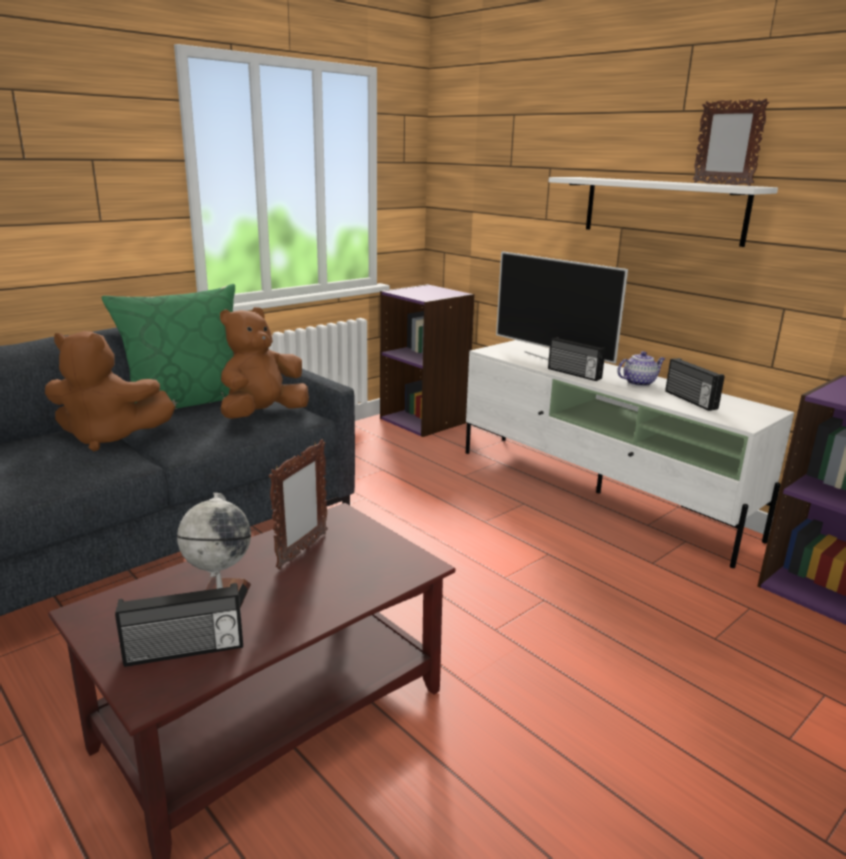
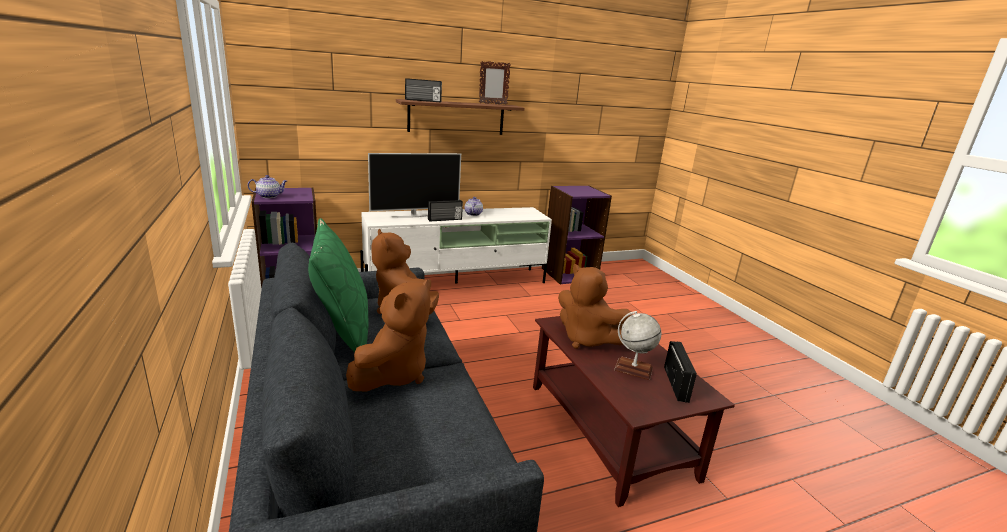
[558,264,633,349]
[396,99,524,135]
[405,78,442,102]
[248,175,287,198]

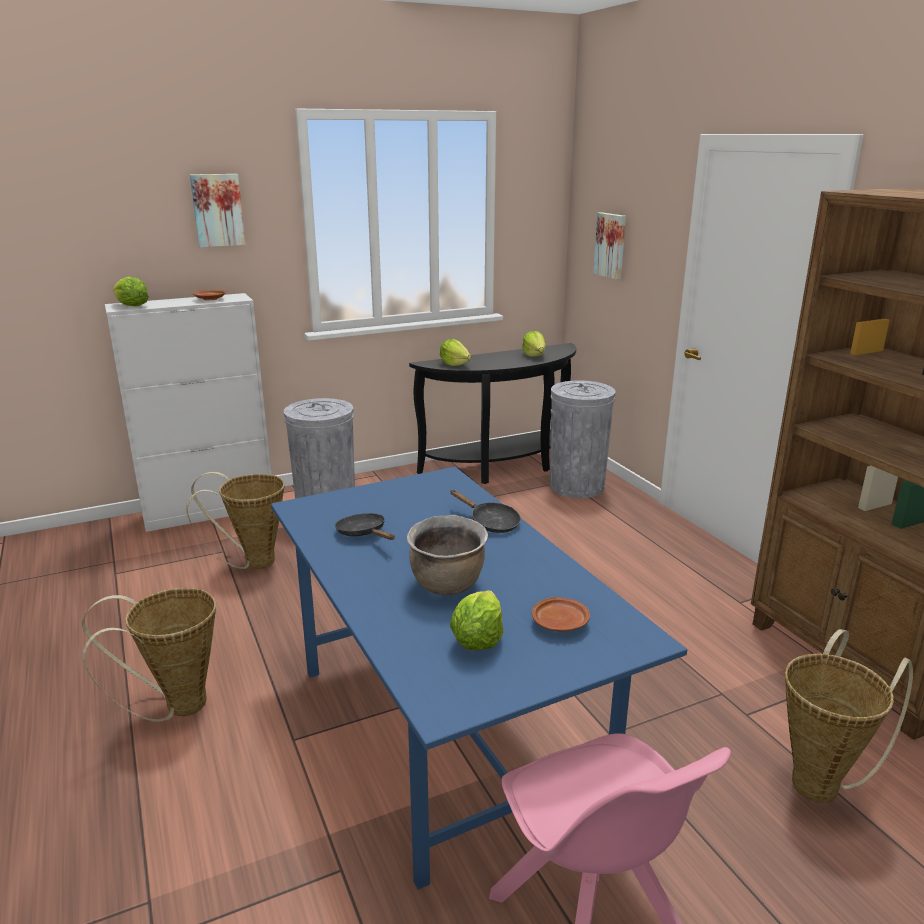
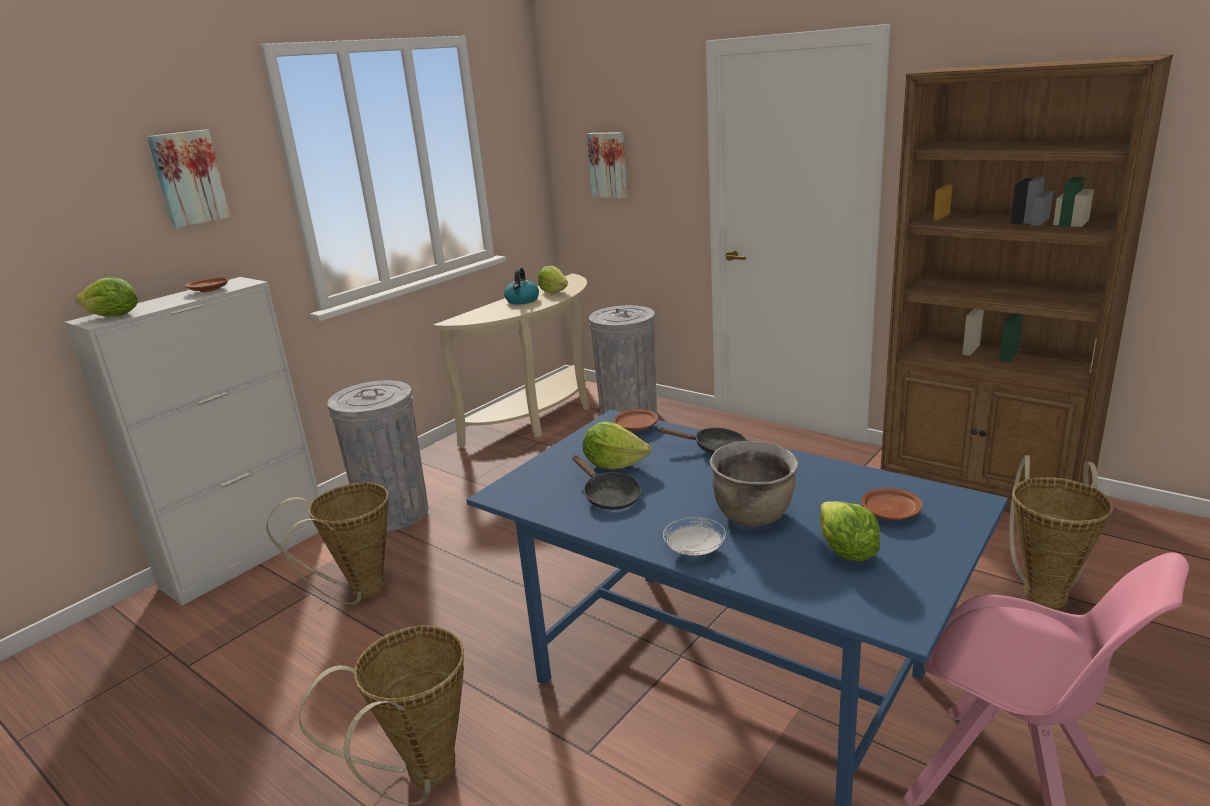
[572,455,641,510]
[433,273,589,448]
[583,421,651,469]
[504,268,539,304]
[613,409,658,431]
[663,517,726,556]

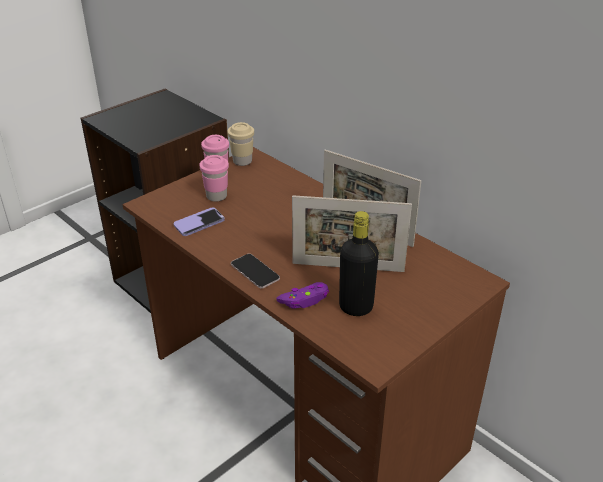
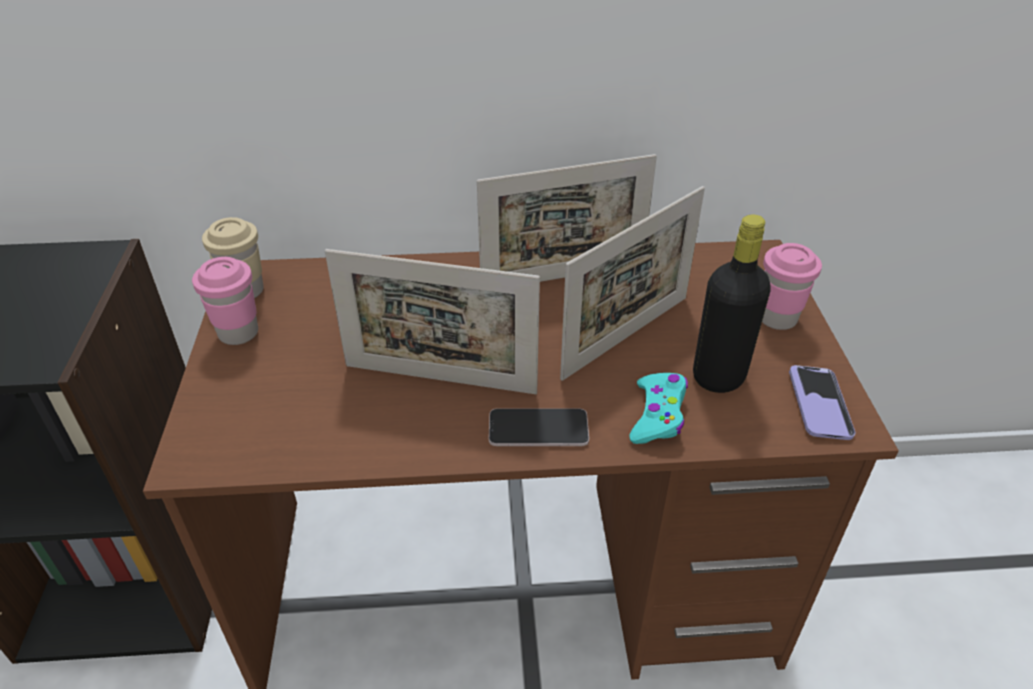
[789,365,855,440]
[762,243,822,330]
[629,373,688,444]
[325,249,540,394]

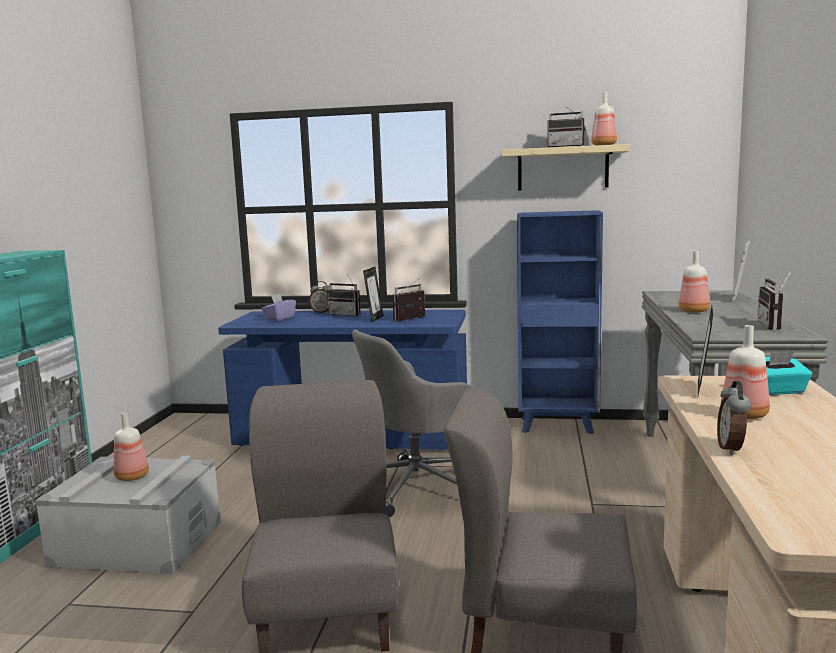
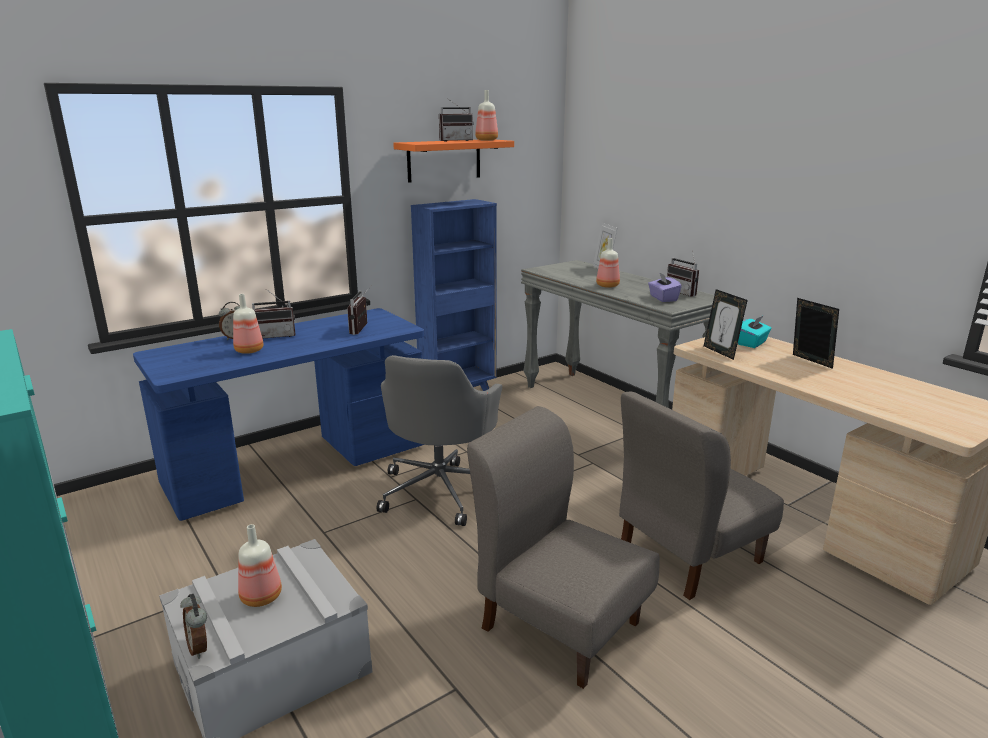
[648,273,682,302]
[793,298,839,369]
[393,140,514,183]
[180,594,207,659]
[233,294,264,354]

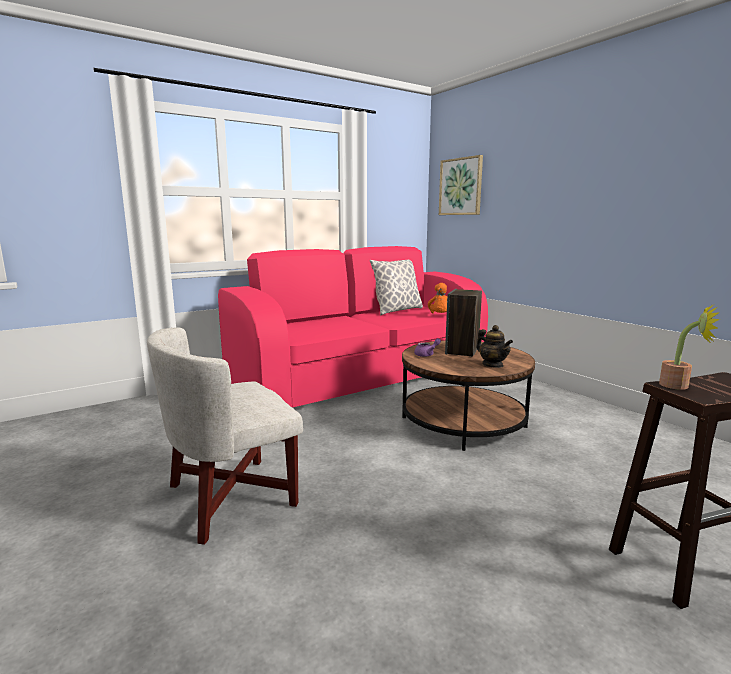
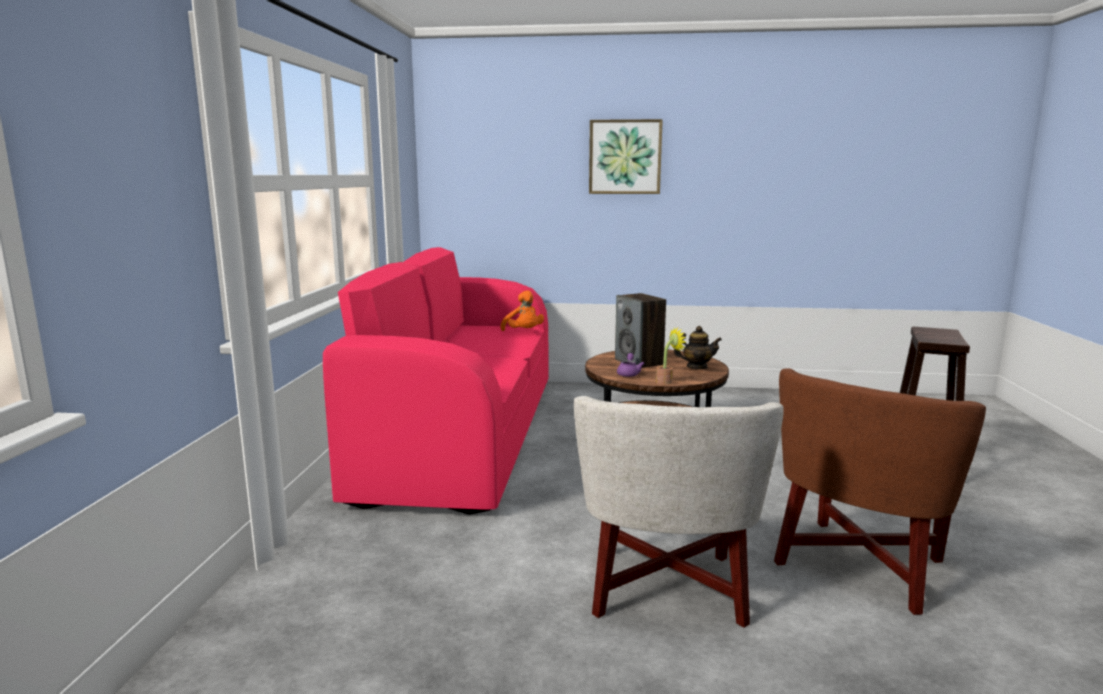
[370,260,423,315] (first image)
[589,119,663,194]
[656,328,685,384]
[774,368,986,615]

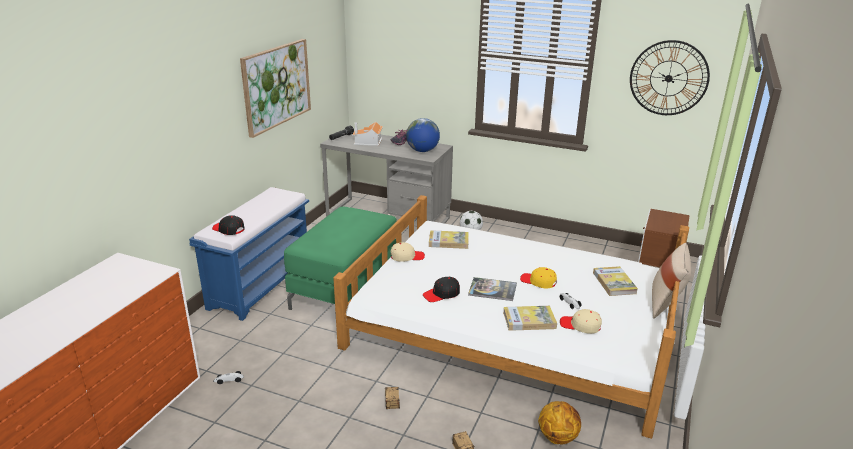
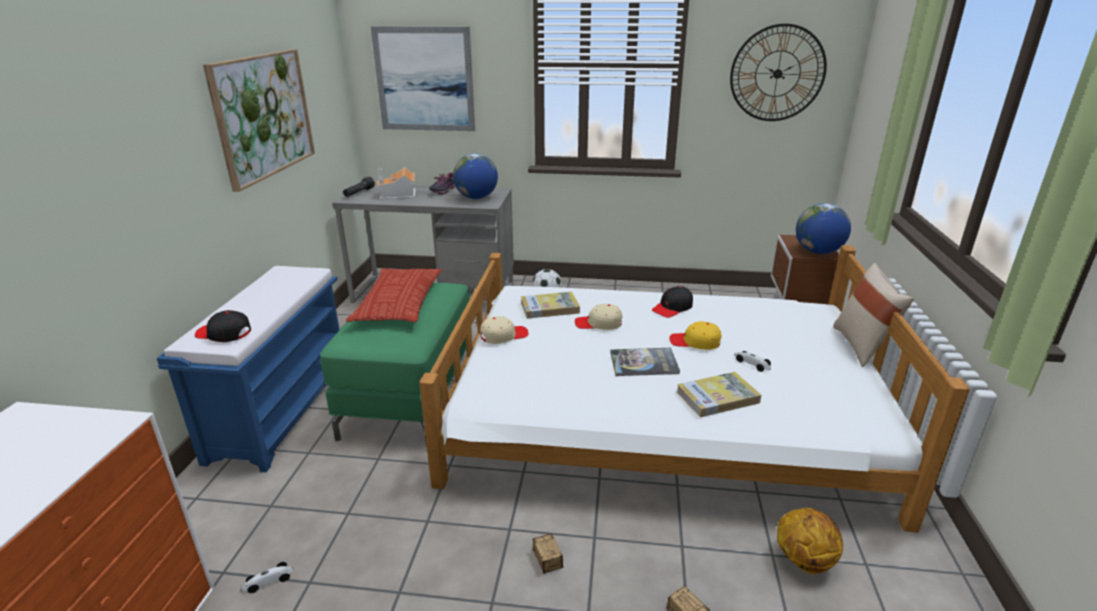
[652,286,693,318]
[575,304,622,330]
[593,266,638,296] (first image)
[346,268,442,322]
[371,26,475,131]
[796,203,851,254]

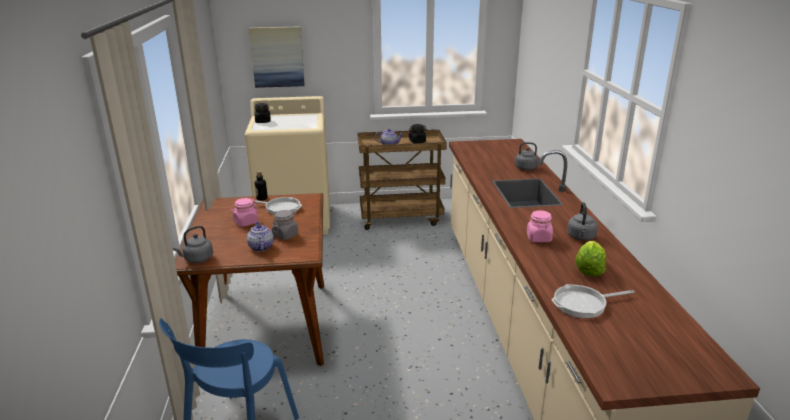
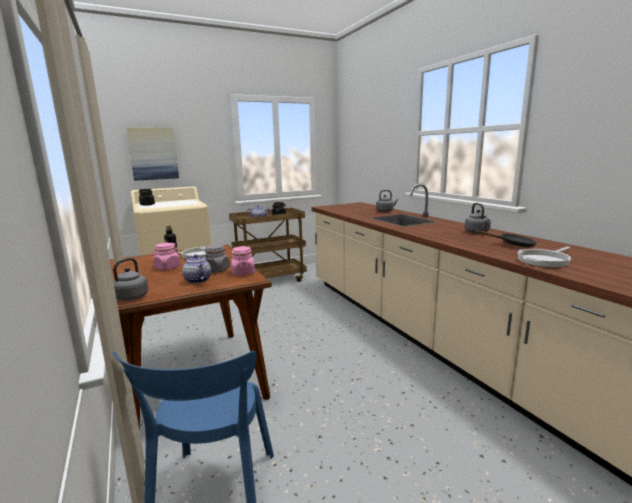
[231,246,255,276]
[476,230,537,247]

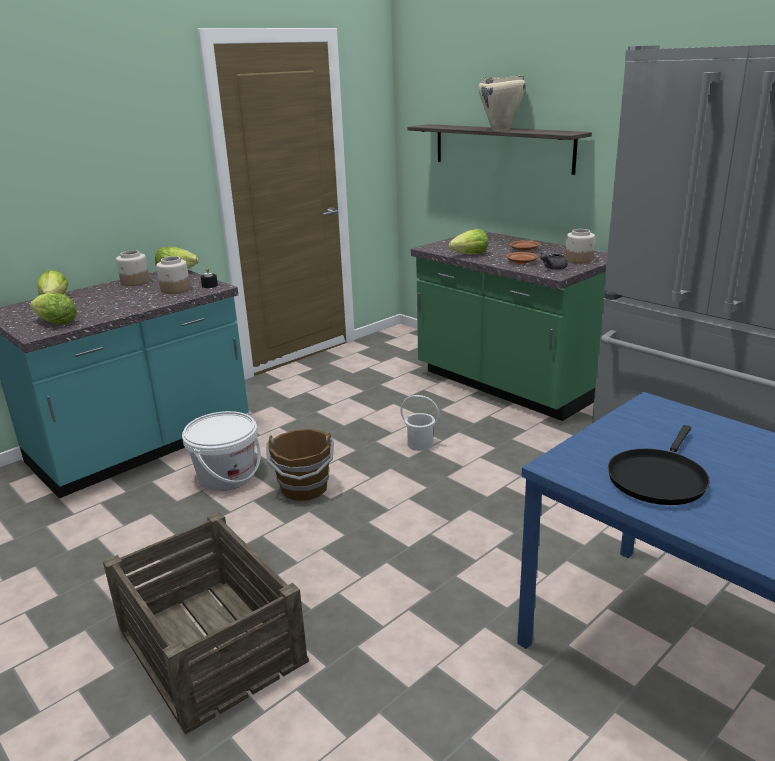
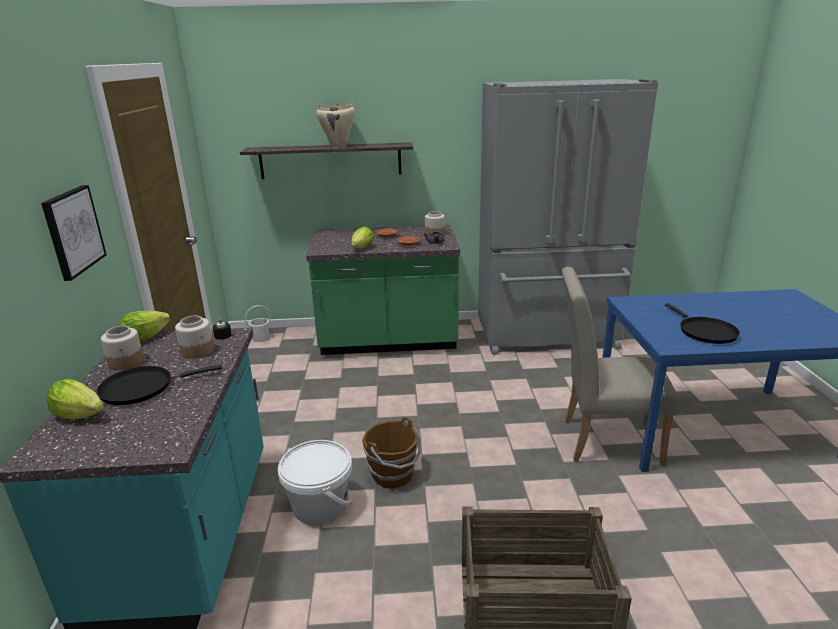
[30,293,77,325] (first image)
[245,305,271,342]
[41,185,107,281]
[96,364,222,405]
[561,267,679,466]

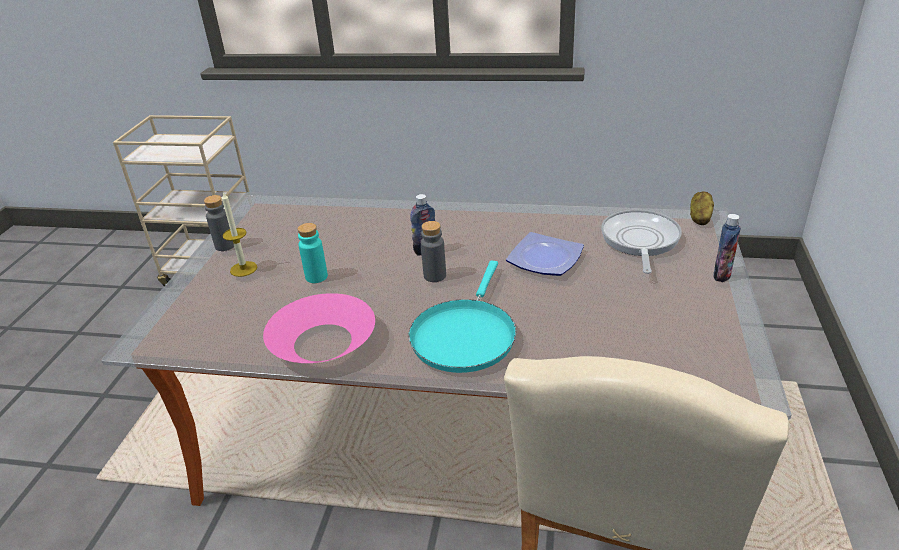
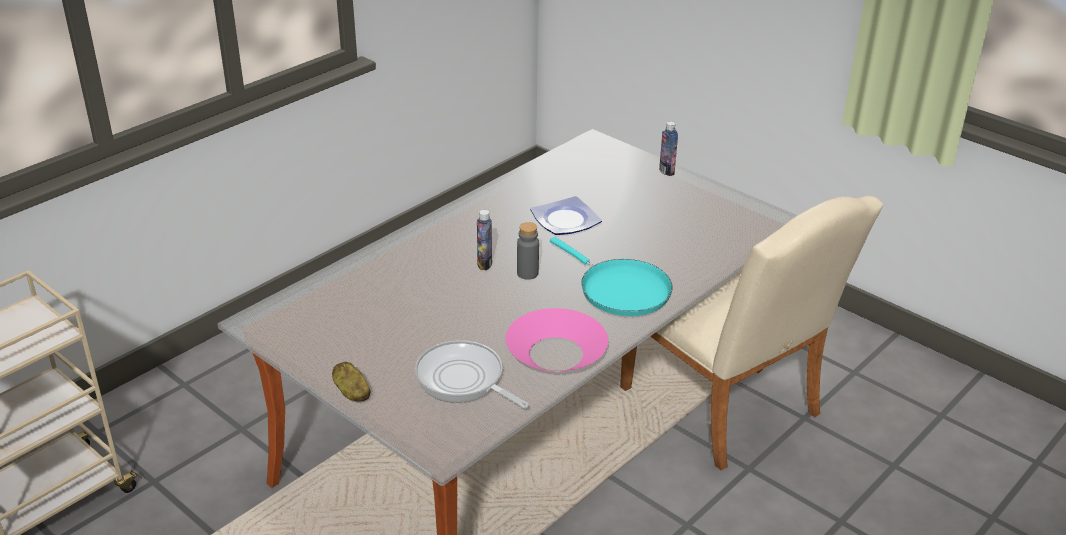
[204,195,234,251] (first image)
[222,192,257,277] (first image)
[297,223,328,283] (first image)
[415,340,529,408]
[332,362,371,402]

